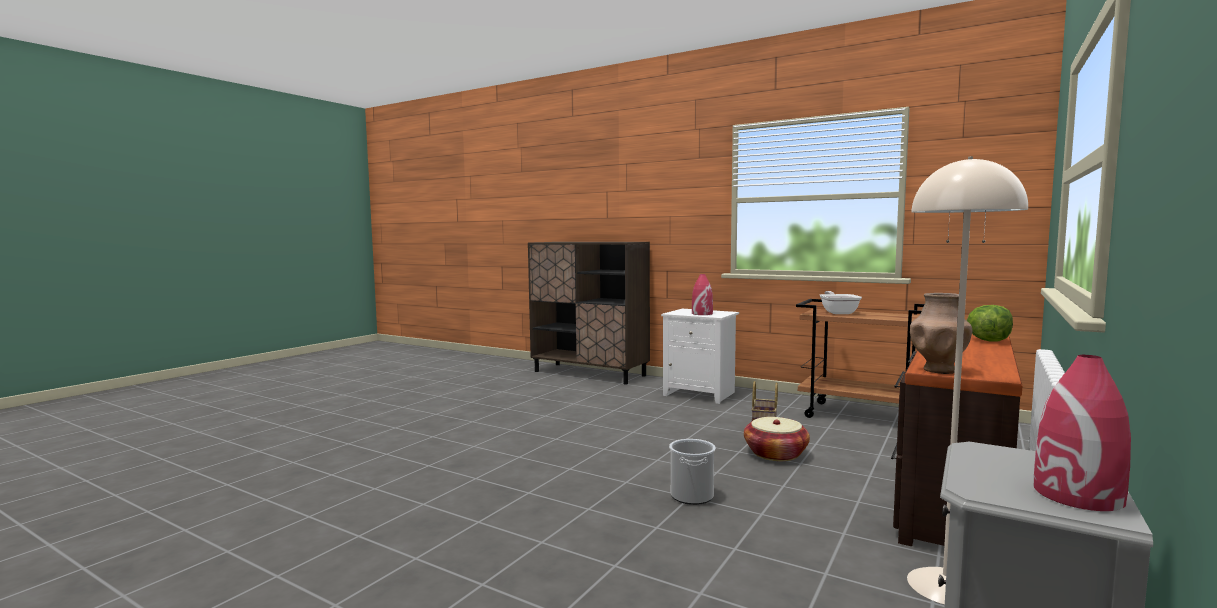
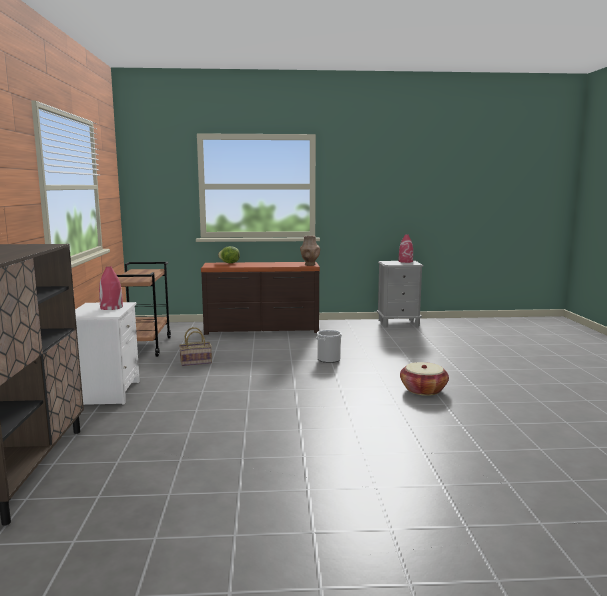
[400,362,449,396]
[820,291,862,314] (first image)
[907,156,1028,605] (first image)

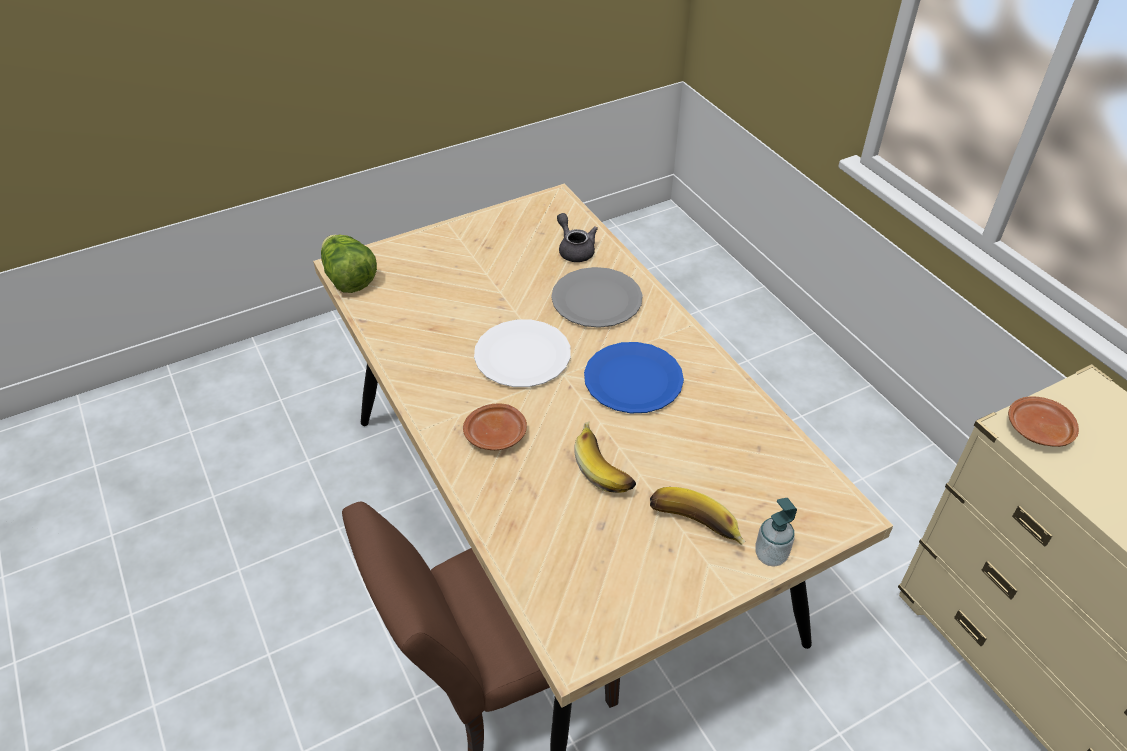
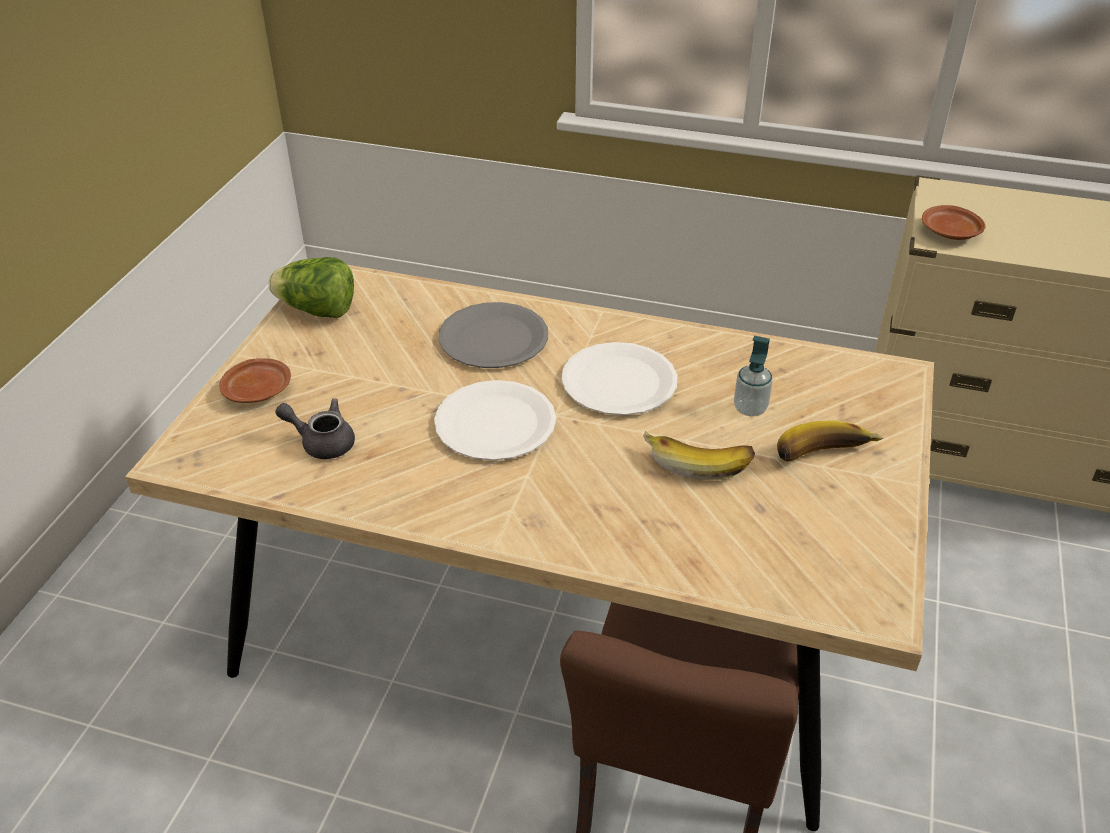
[268,257,354,318]
[219,358,291,403]
[275,398,355,459]
[561,342,677,415]
[734,336,773,417]

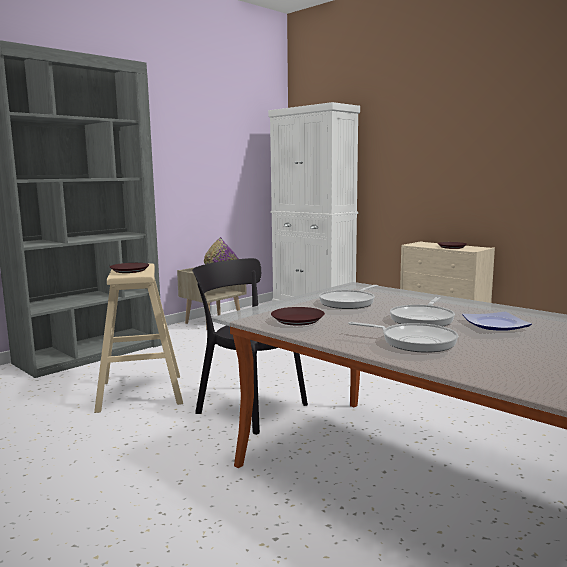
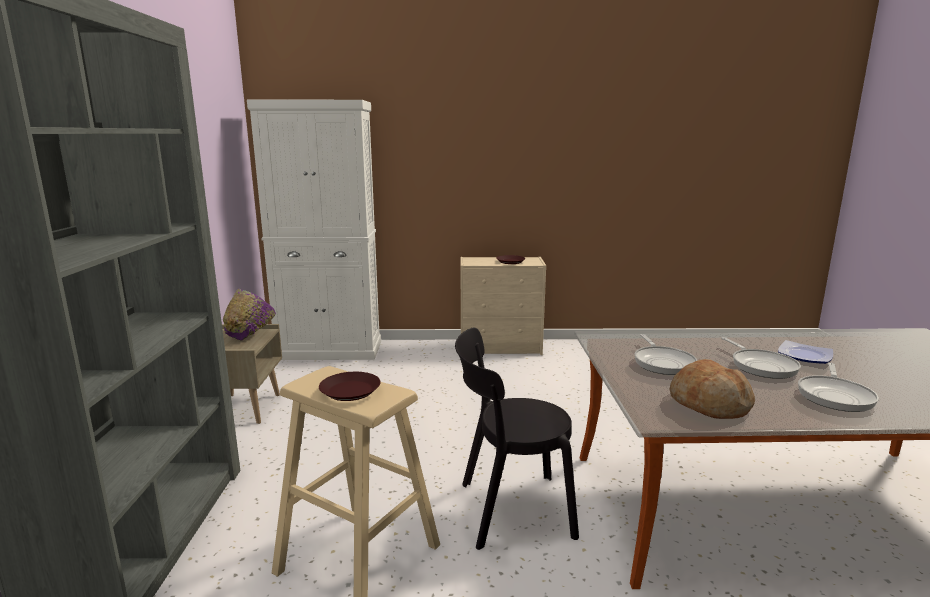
[669,359,755,419]
[798,363,879,412]

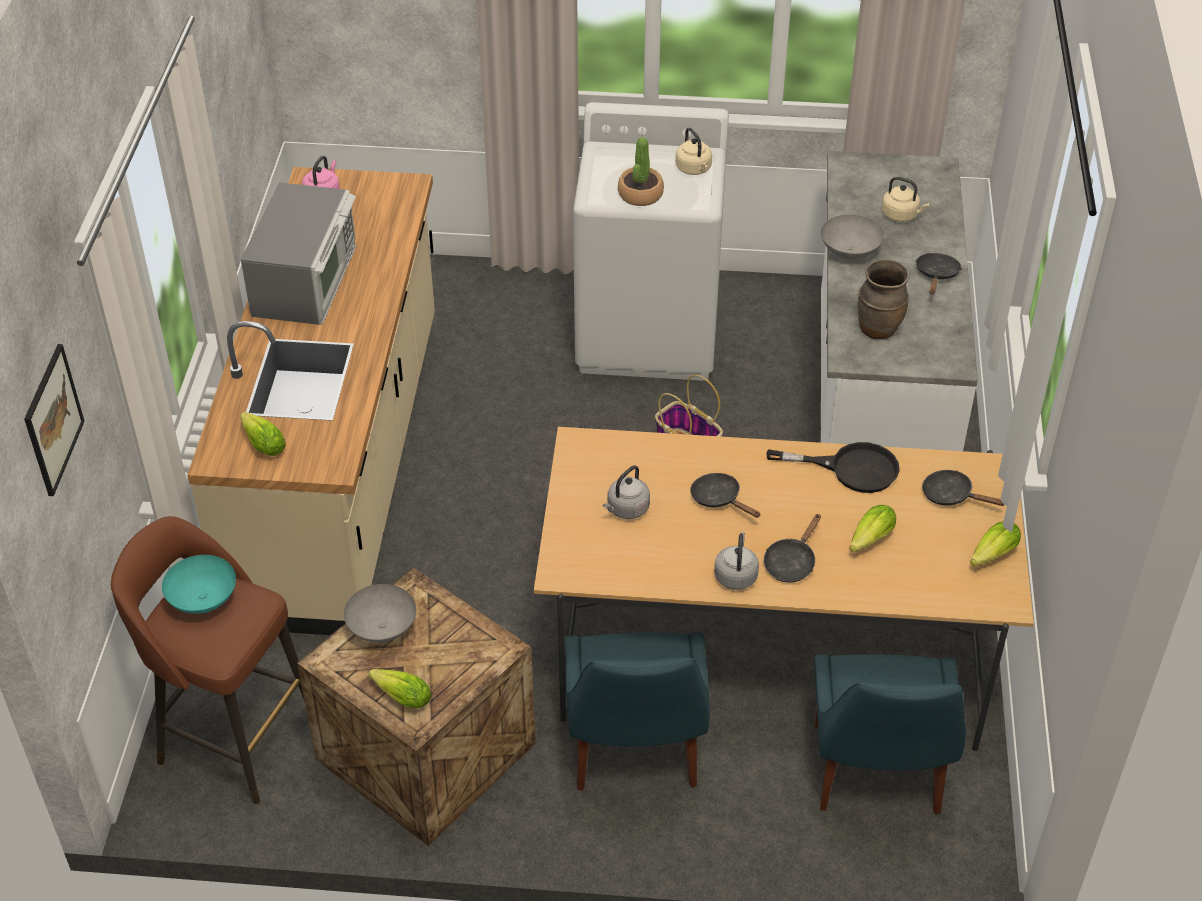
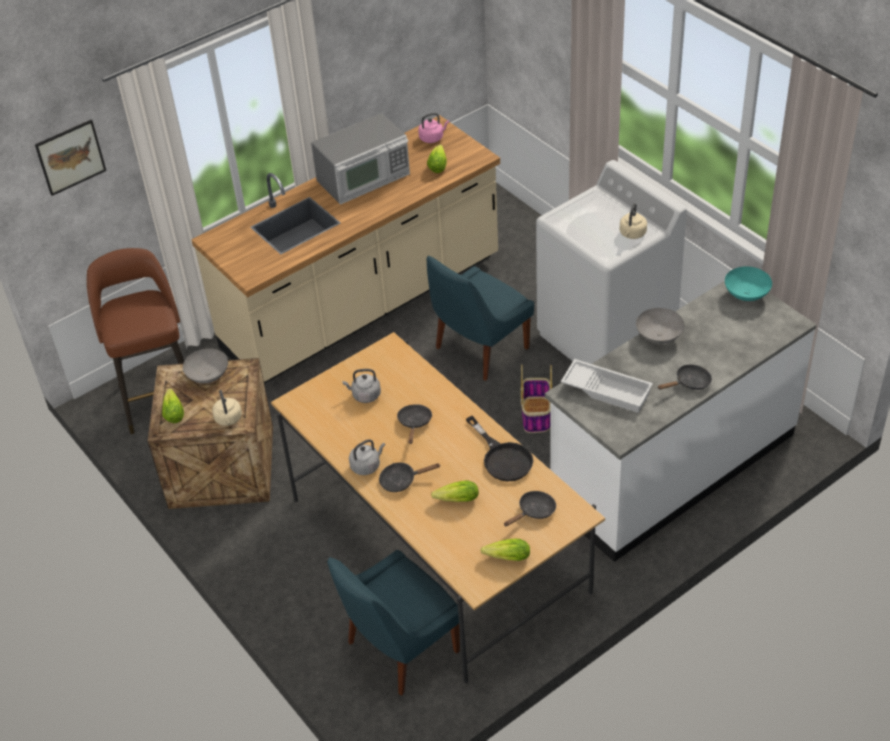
[725,266,772,301]
[427,144,447,173]
[427,256,534,381]
[618,137,664,206] (first image)
[561,359,653,413]
[212,390,242,426]
[504,491,556,526]

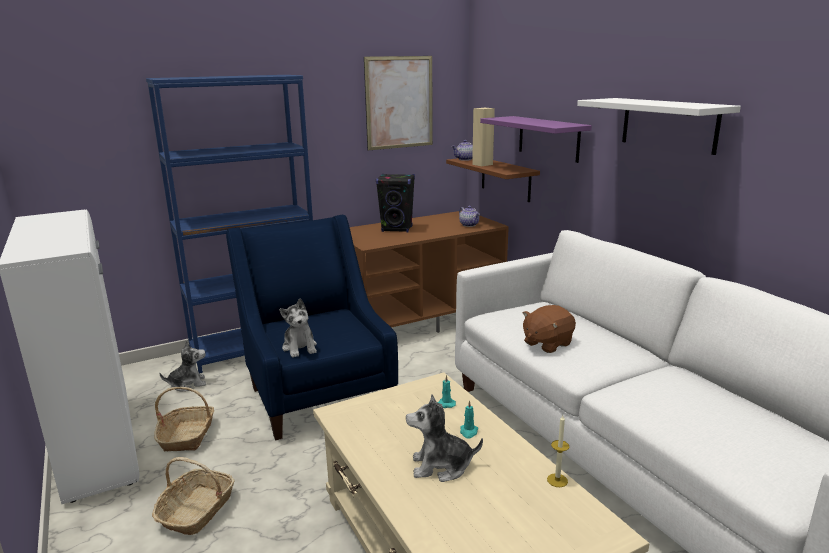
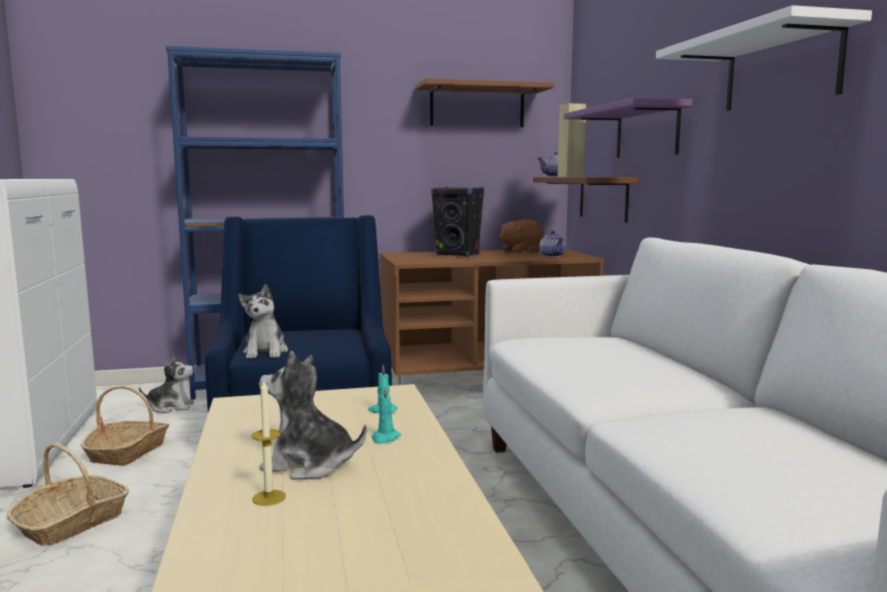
[415,78,555,127]
[499,219,544,254]
[252,379,286,506]

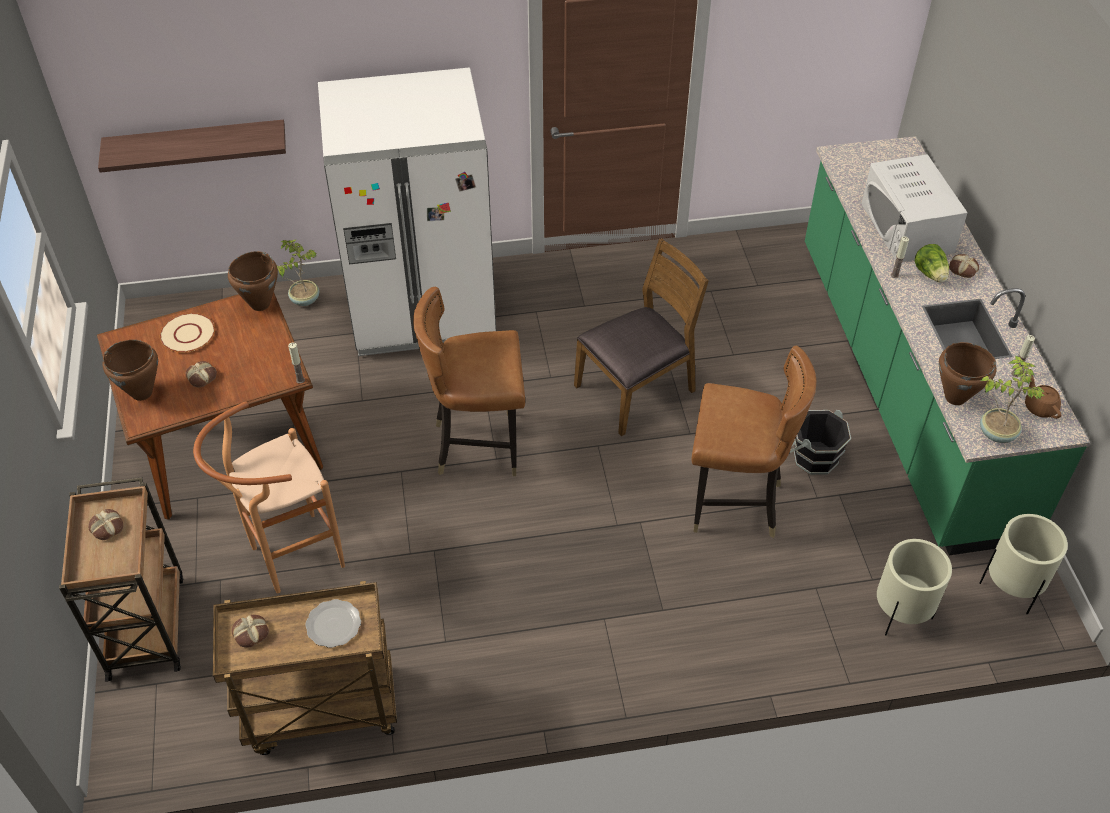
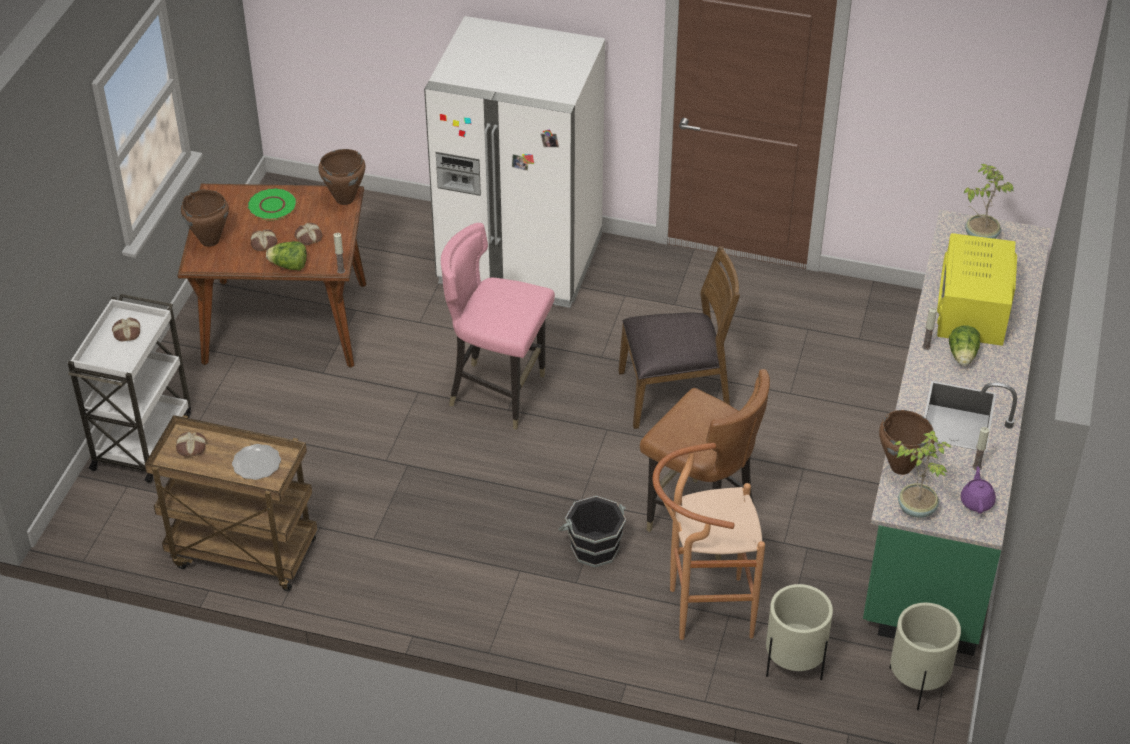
[68,294,191,483]
[98,120,286,173] (first image)
[247,188,297,220]
[652,443,765,640]
[964,164,1014,239]
[441,223,555,430]
[559,496,626,567]
[937,233,1017,346]
[295,223,322,245]
[961,466,996,514]
[266,241,307,271]

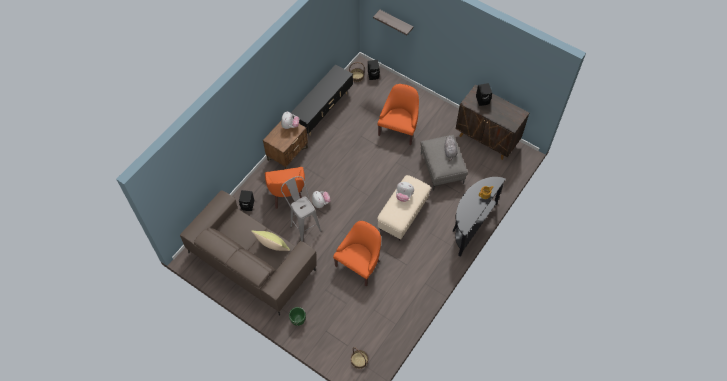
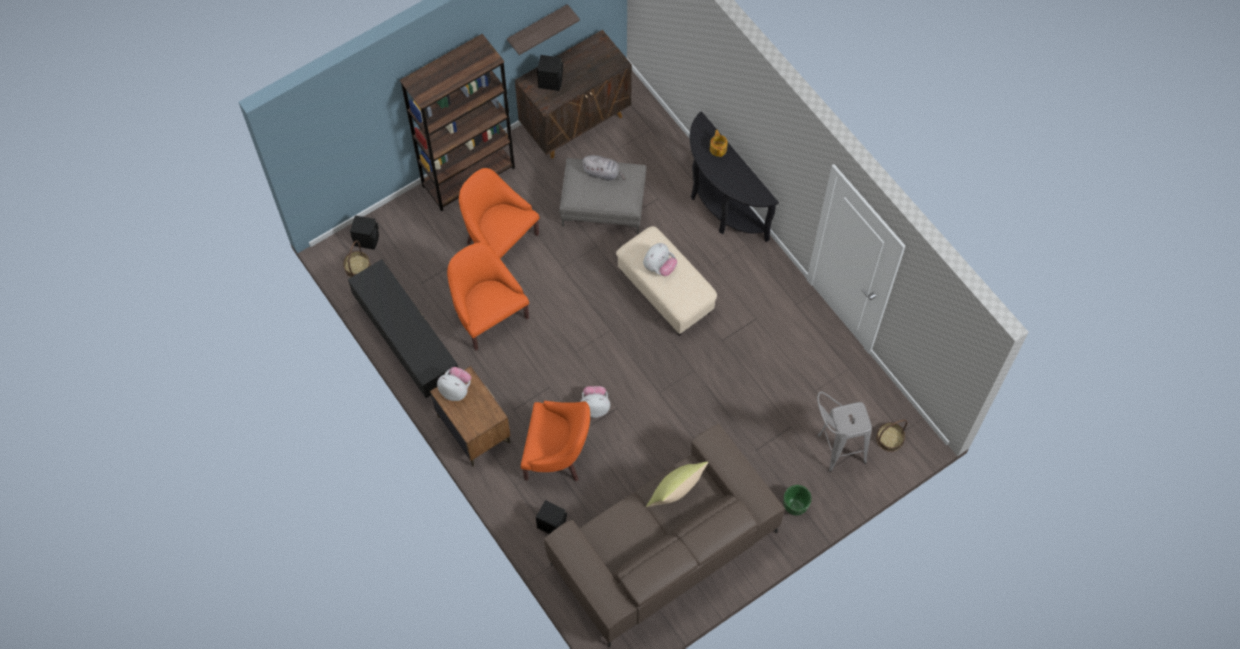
[817,391,872,472]
[447,242,529,351]
[507,4,580,55]
[400,34,515,212]

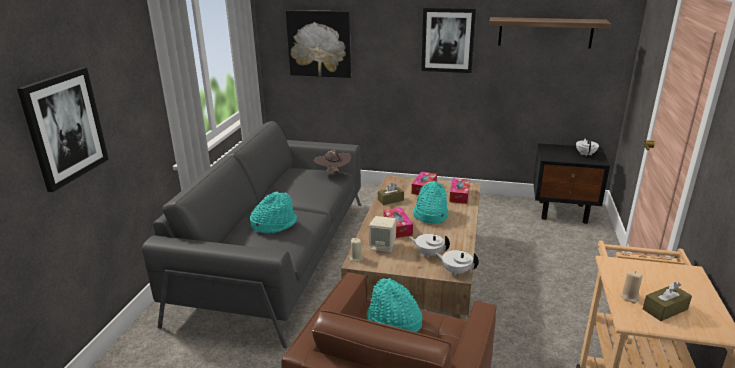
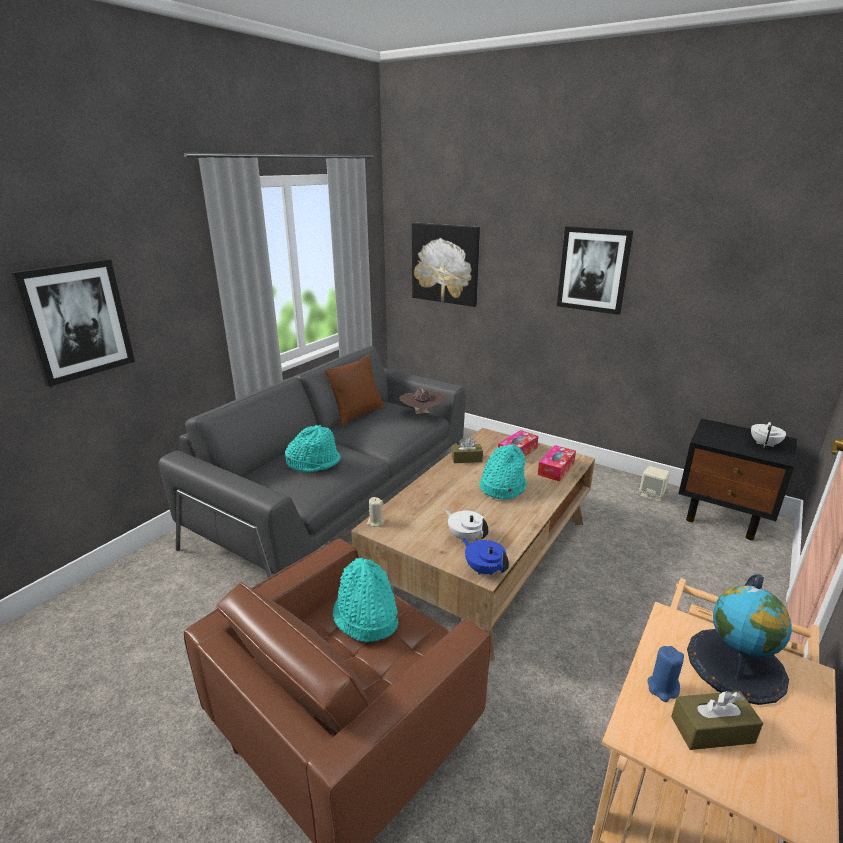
[639,466,670,502]
[383,207,413,238] (first image)
[462,538,509,575]
[489,17,611,48] (first image)
[647,646,684,702]
[325,355,384,426]
[687,574,792,705]

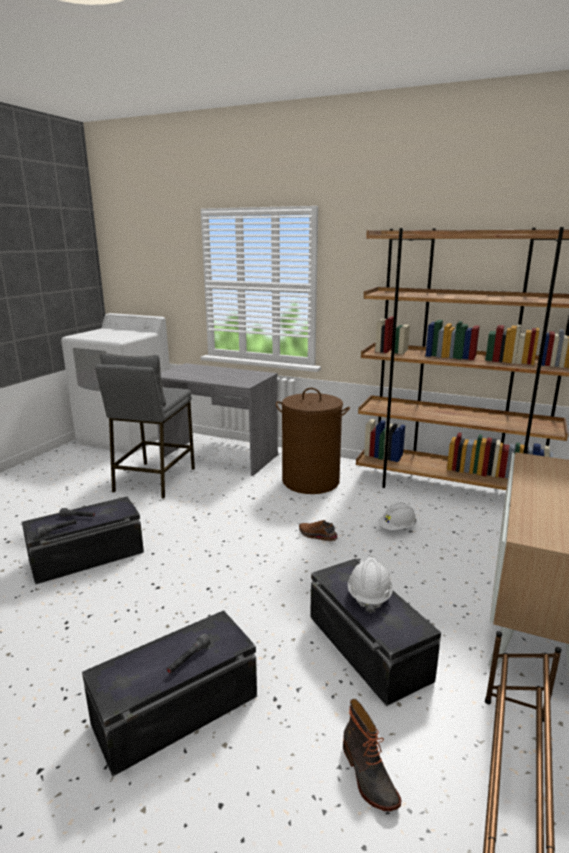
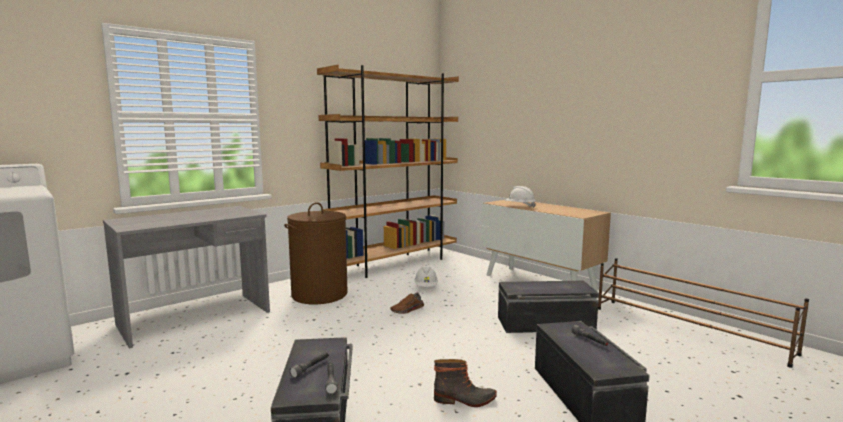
[95,353,195,498] (first image)
[434,359,497,407]
[505,186,536,208]

